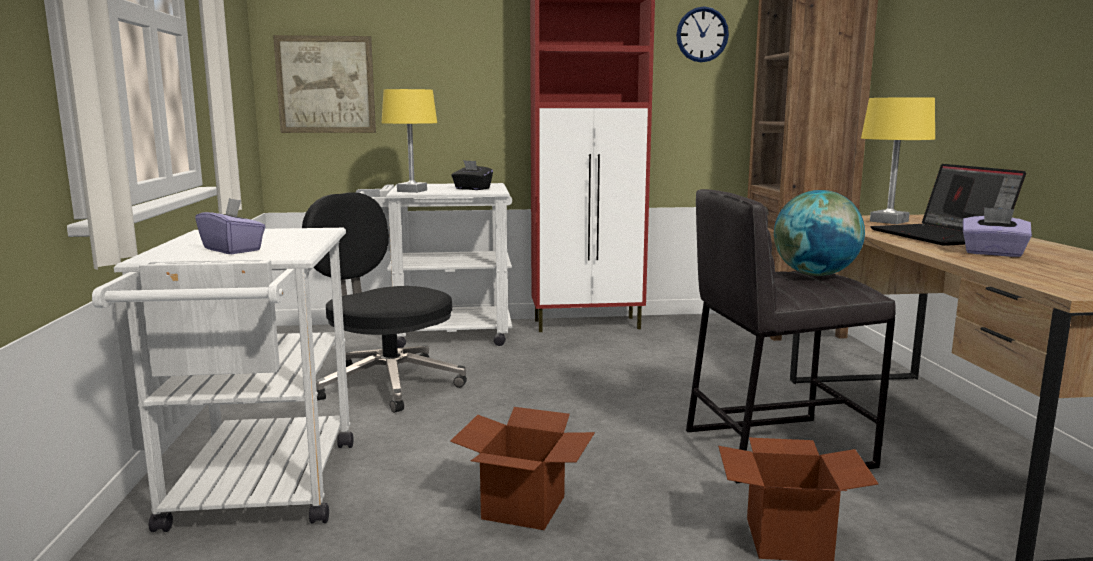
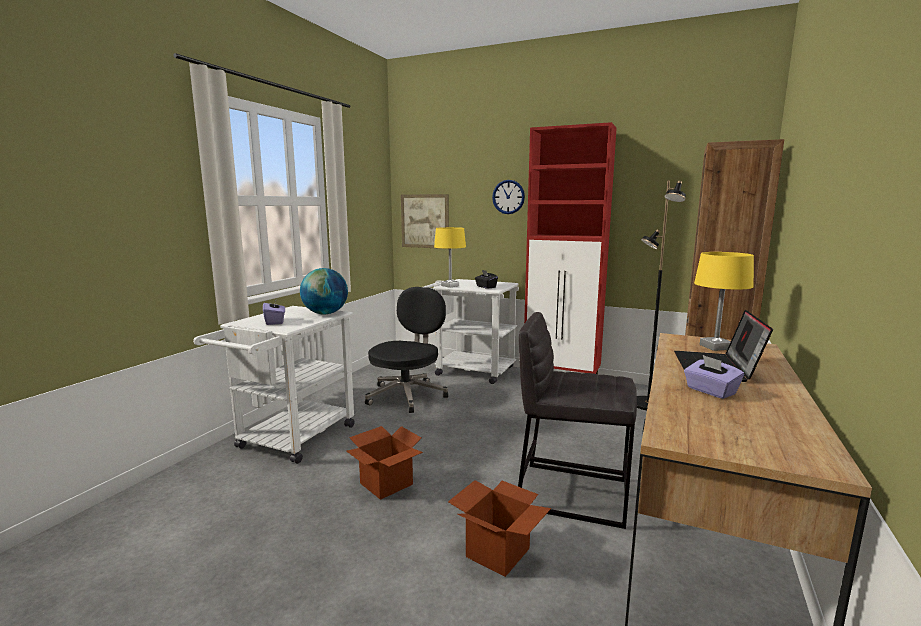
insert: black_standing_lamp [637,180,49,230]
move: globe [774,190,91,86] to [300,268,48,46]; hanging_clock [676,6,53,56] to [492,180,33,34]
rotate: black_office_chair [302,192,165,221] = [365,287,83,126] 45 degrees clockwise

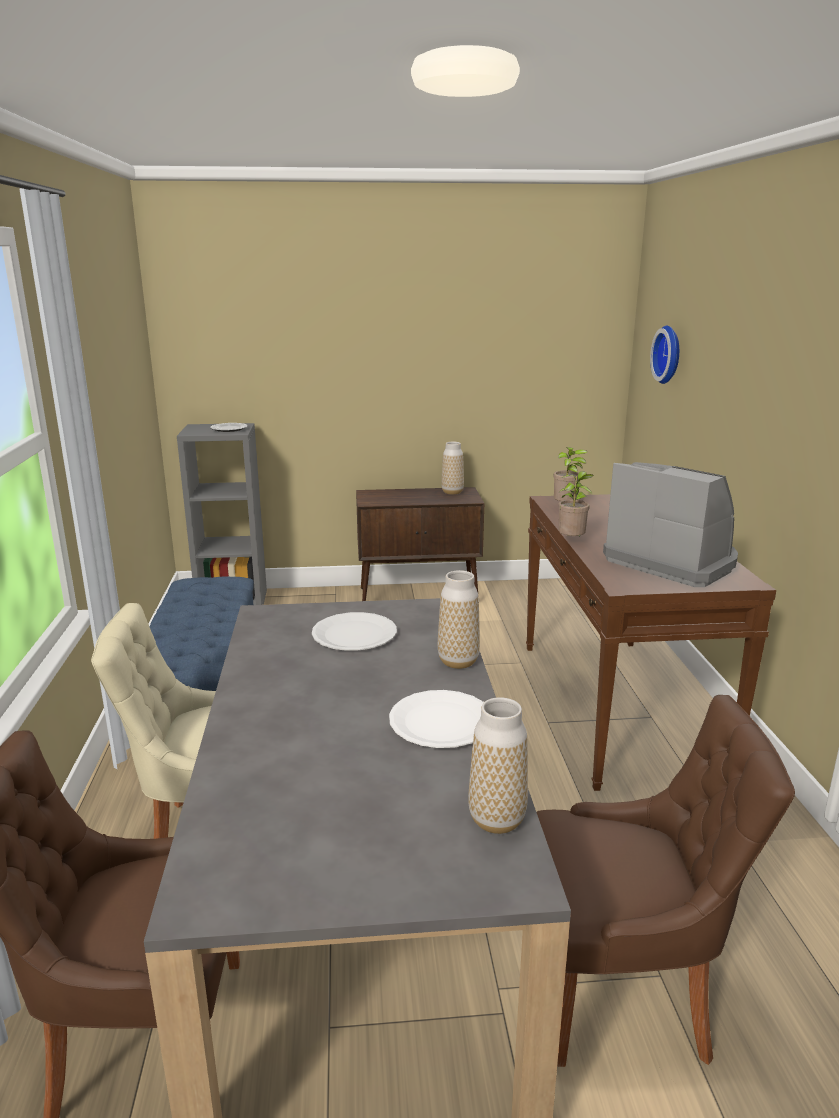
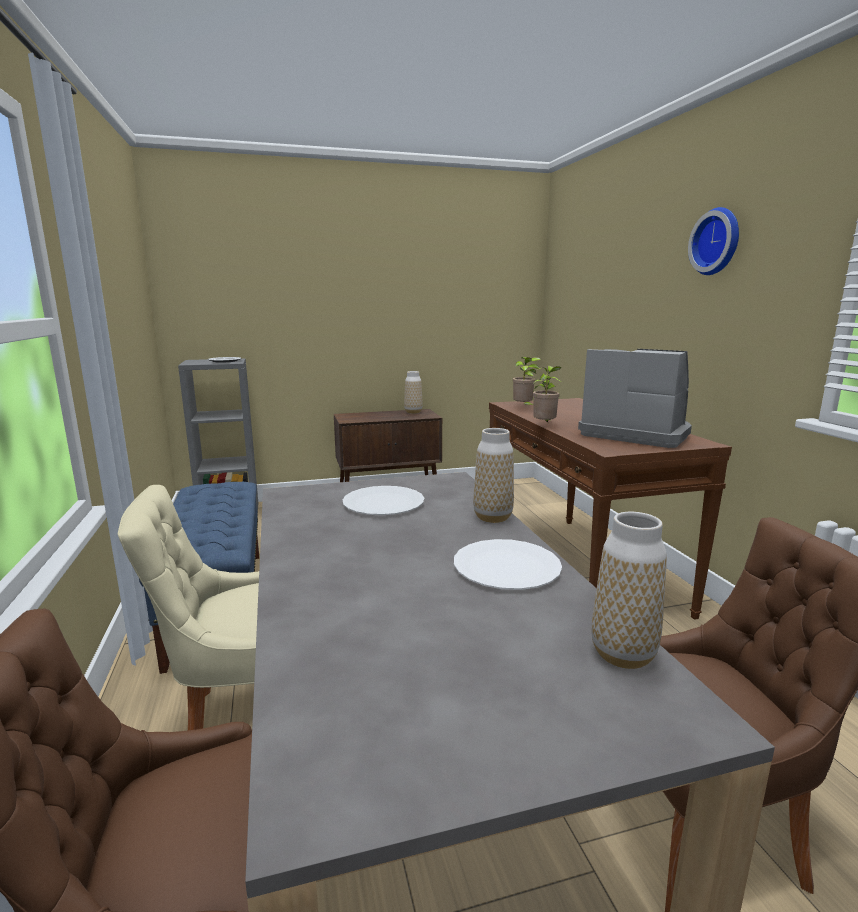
move: hanging_clock [650,325,29,59] to [688,207,51,68]

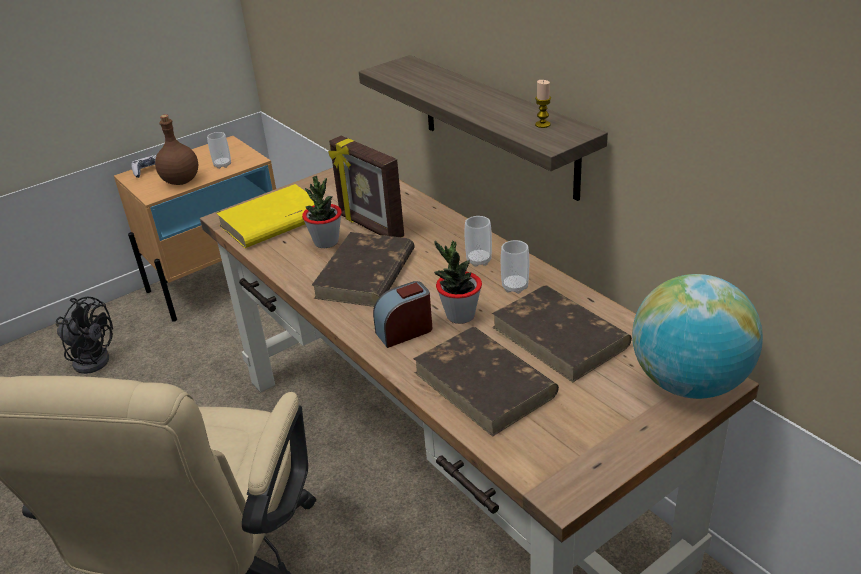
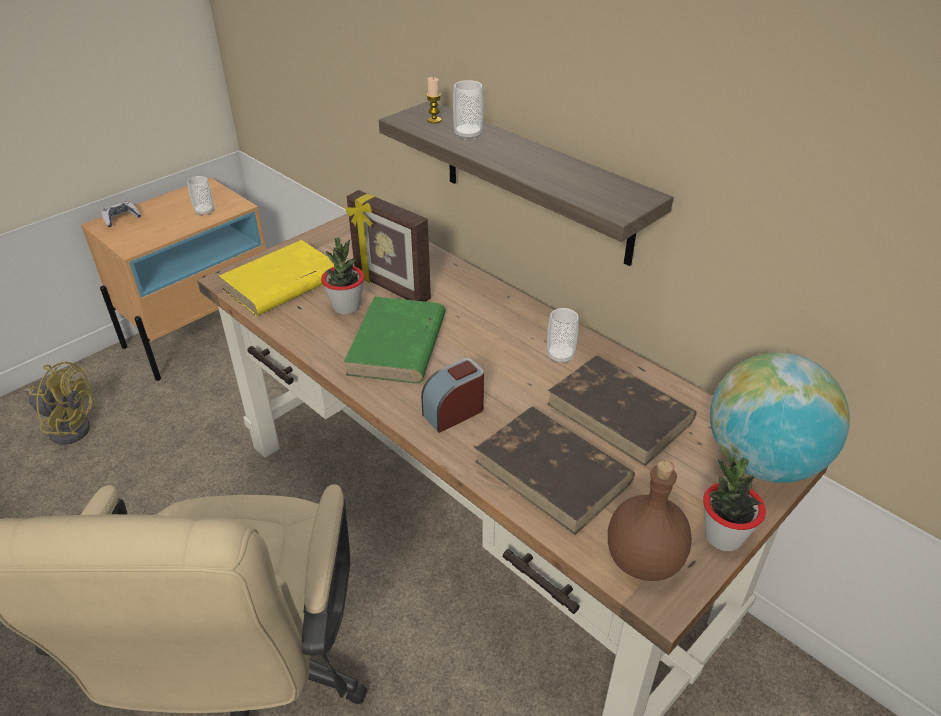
move: wax_candle [535,80,16,48] to [426,77,15,46]; drinking_cup [465,216,27,51] to [453,80,31,60]; brown_beverage_bottle [155,114,43,71] to [608,460,84,121]; potted_plant [434,241,48,83] to [703,457,63,95]
recolor: black_electric_fan [55,296,58,78] to yellow-coloured_electric_fan [24,362,69,83]; brown_book [311,232,104,75] to green_book [344,297,102,87]

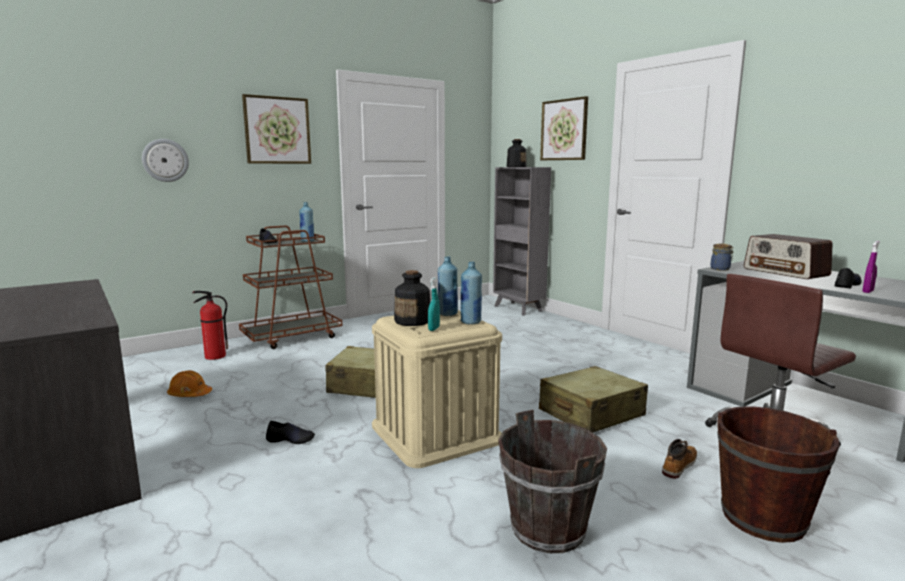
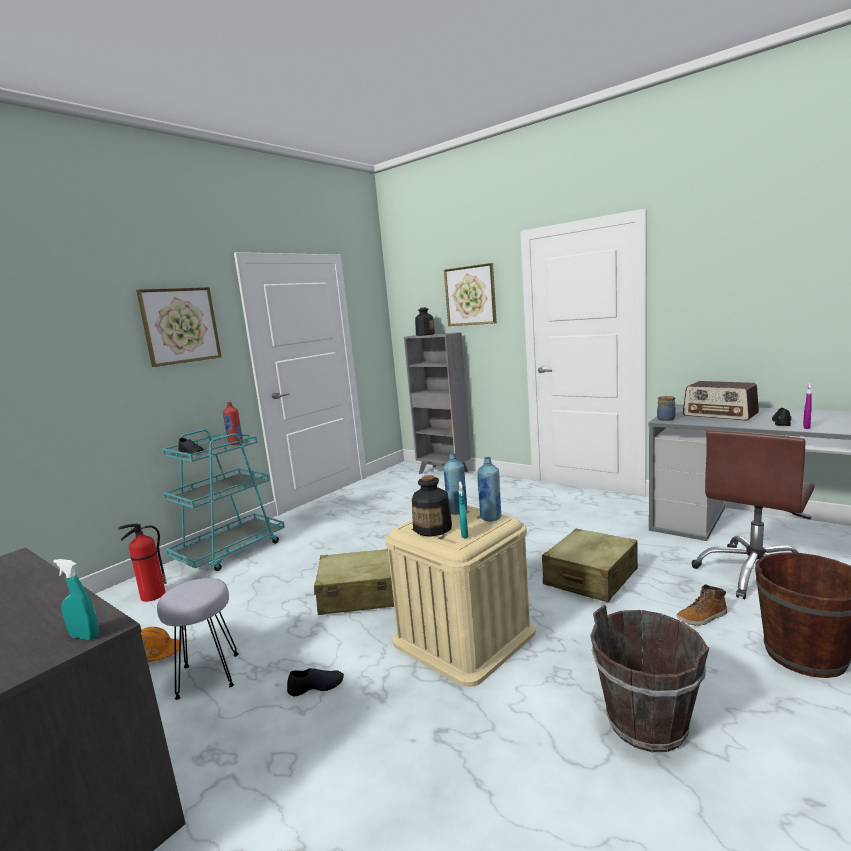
delete: hanging_clock [142,139,47,43]
insert: turquoise_hand_sprayer [53,559,46,81]; greyish_stool_seat [157,578,82,122]
recolor: brown_wheeled_cart [239,226,103,123] to turquoise_wheeled_cart [162,429,123,142]; bluish_beverage_bottle [299,202,15,40] to reddish_beverage_bottle [223,402,20,43]
rotate: high-top_boot [662,439,35,40] = [676,584,51,42] 135 degrees counterclockwise

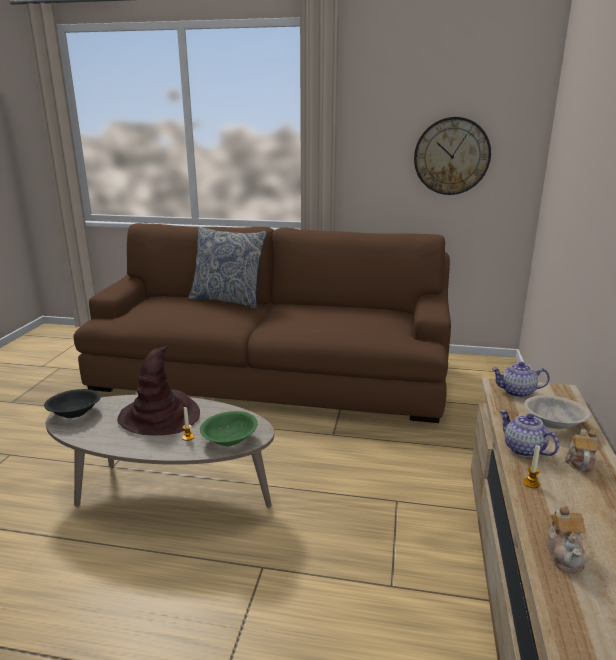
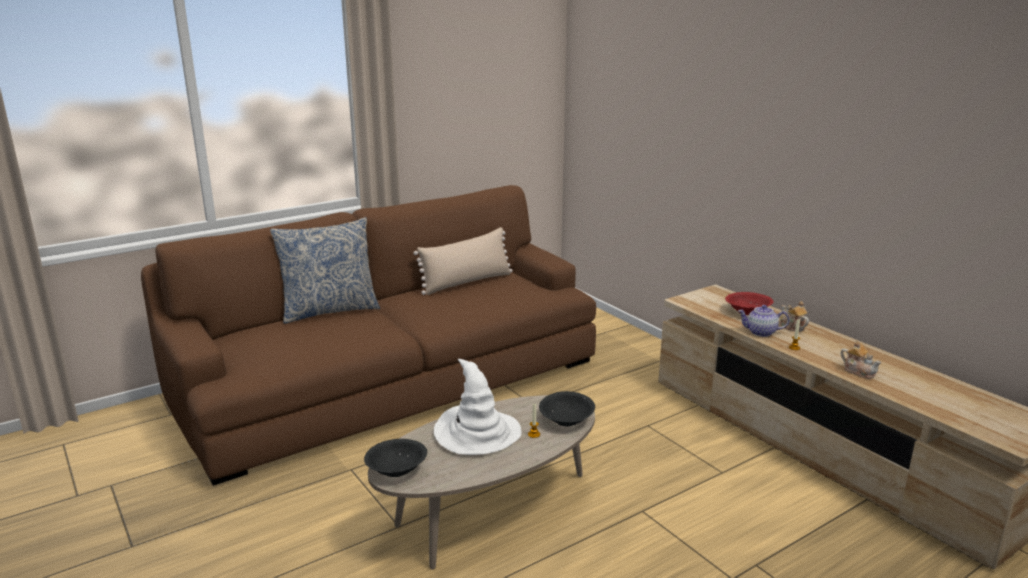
delete: hanging_clock [414,117,77,78]; teapot [492,362,58,36]
insert: sand-coloured_throw_pillow [414,227,98,68]
recolor: brown_clothing_hat [117,346,83,90] to white-coloured_clothing_hat [434,359,88,96]; green_bowl [200,411,58,36] to black_bowl [539,391,56,35]; sand-coloured_bowl [524,395,67,35] to reddish_bowl [725,292,49,23]

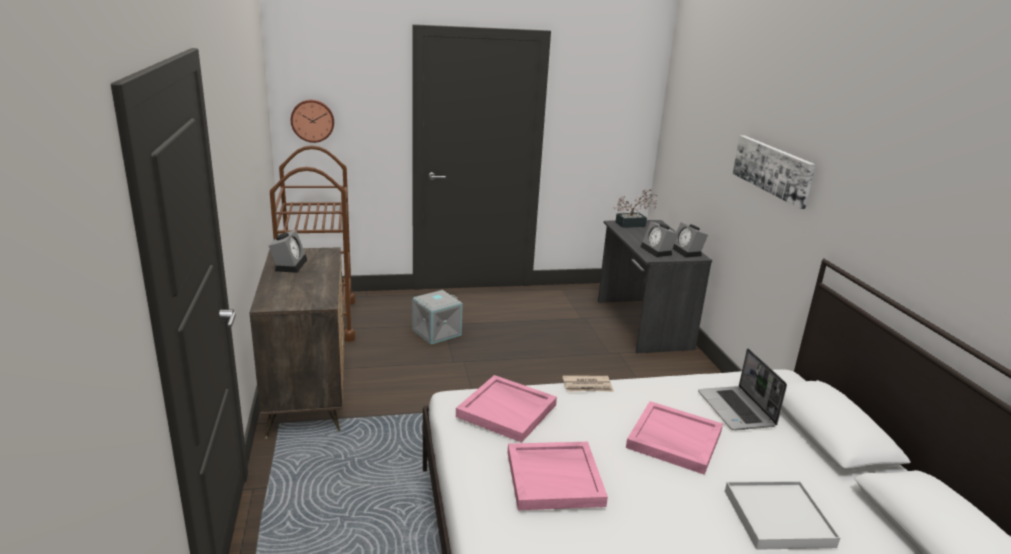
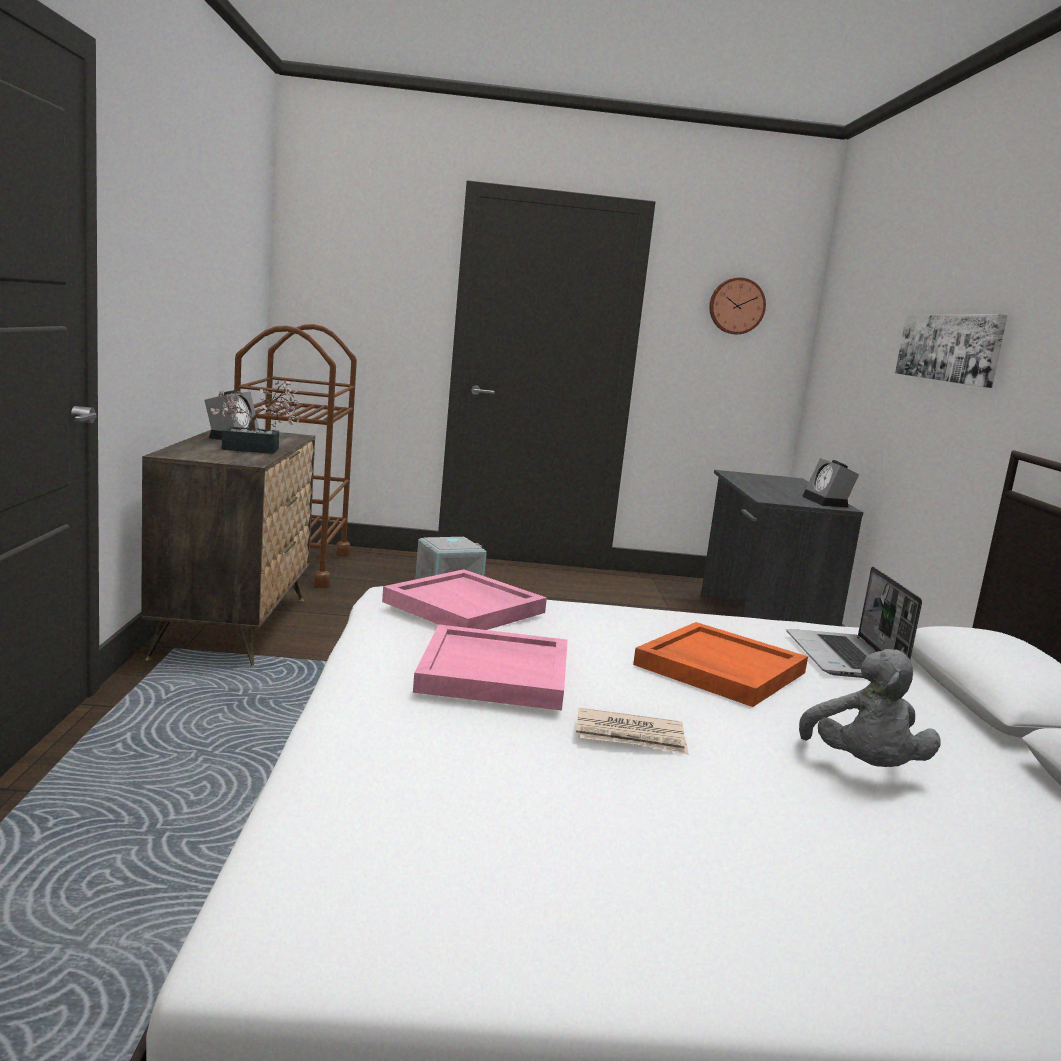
delete: alarm_clock [641,222,37,35]
move: potted_plant [613,189,45,39] to [211,380,90,74]; daily_paper [562,375,52,17] to [576,708,112,47]; hanging_clock [291,100,43,43] to [709,277,57,57]
replace: white-coloured_tray [725,481,115,69] to greyish_plush_toy [799,649,142,118]
recolor: pink-coloured_tray [626,401,97,74] to orangey_tray [633,622,175,85]

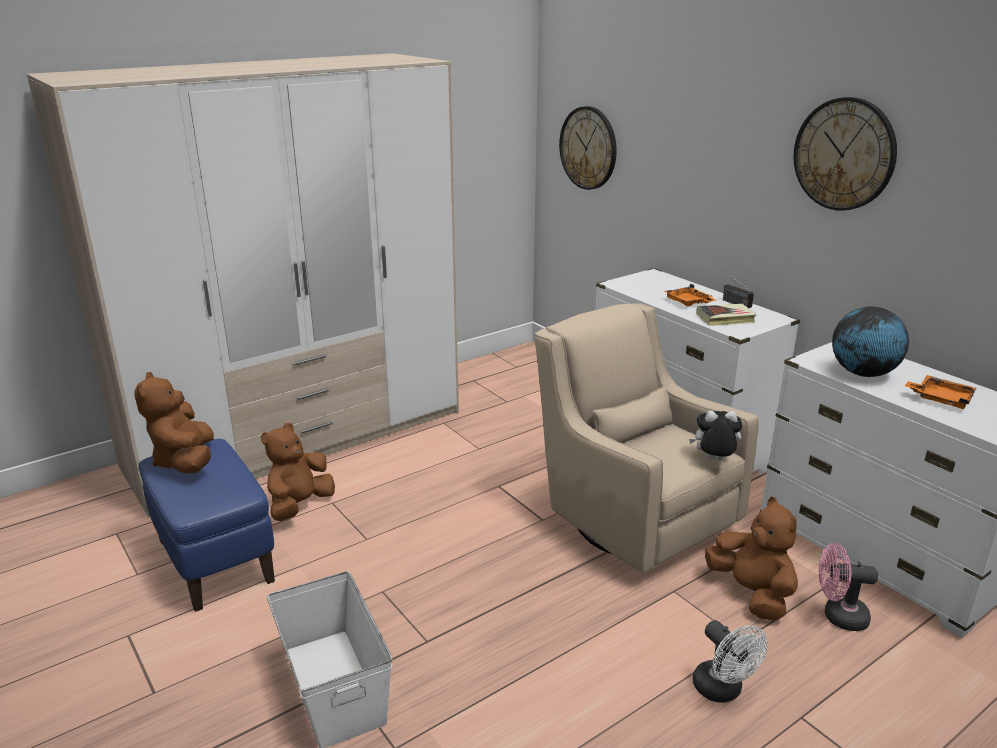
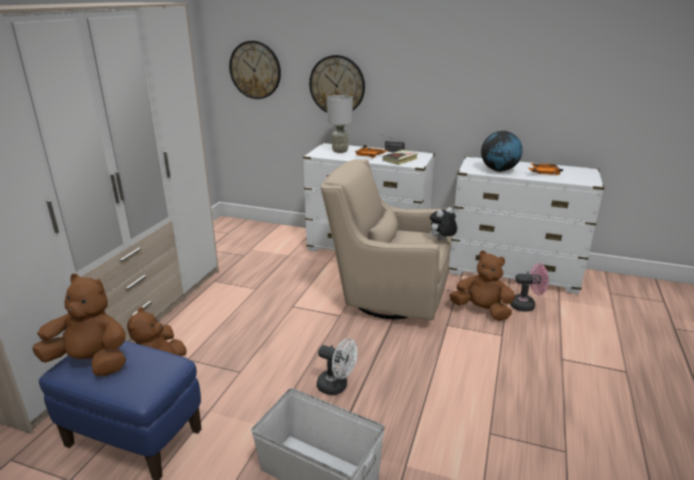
insert: greyish_tabletop_lamp [327,95,26,58]
move: hanging_clock [794,97,103,114] to [309,55,56,58]; white-coloured_electric_fan [693,620,75,83] to [317,338,40,57]
rotate: brown_plush_toy [134,372,80,101] = [33,273,93,103] 150 degrees clockwise; pink-coloured_electric_fan [819,543,59,88] = [510,263,39,49] 150 degrees counterclockwise

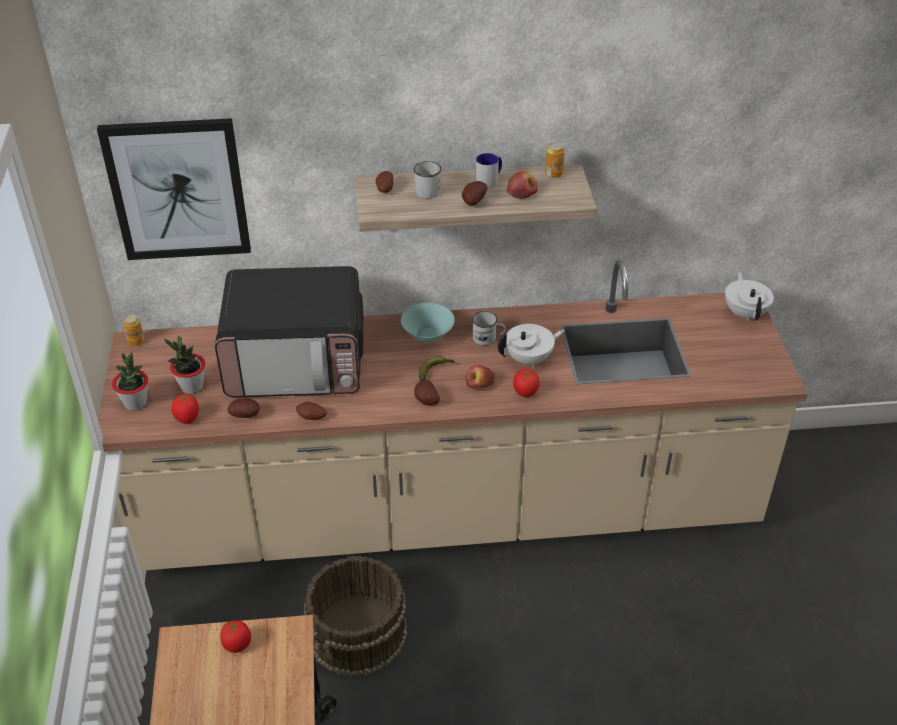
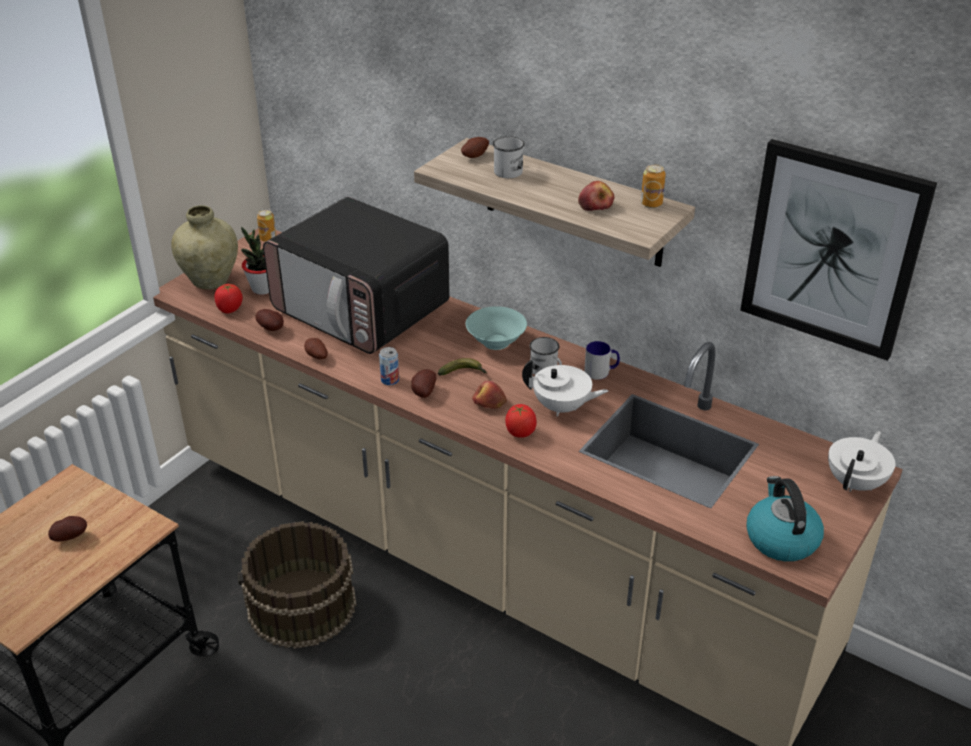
delete: whole_tomato [220,620,31,33]
insert: metal_can [379,347,20,38]; tea_kettle [746,476,78,86]
move: spud [462,181,25,25] to [48,516,39,25]; mug [476,153,26,36] to [584,341,36,39]; picture [97,118,154,142] to [740,139,197,222]
replace: potted_plant [112,352,36,59] to sand-coloured_decorative_vase [171,205,67,84]

